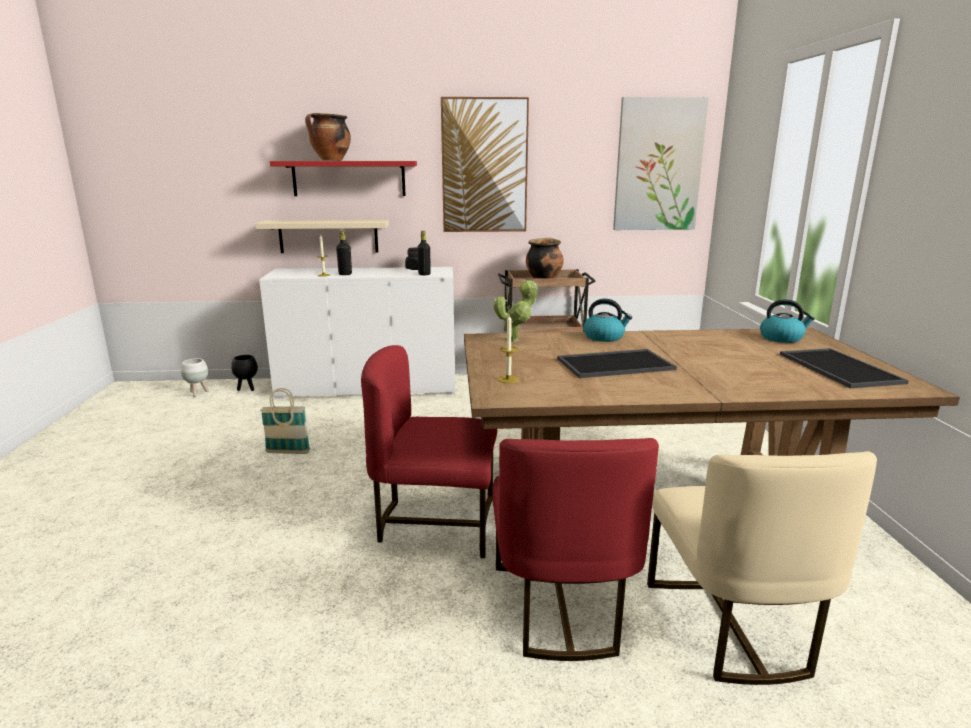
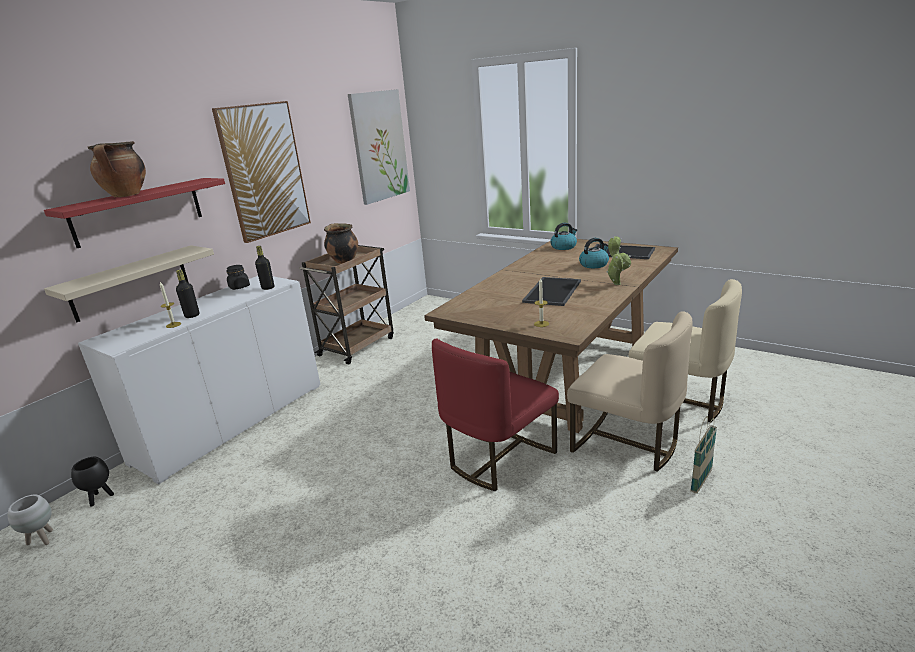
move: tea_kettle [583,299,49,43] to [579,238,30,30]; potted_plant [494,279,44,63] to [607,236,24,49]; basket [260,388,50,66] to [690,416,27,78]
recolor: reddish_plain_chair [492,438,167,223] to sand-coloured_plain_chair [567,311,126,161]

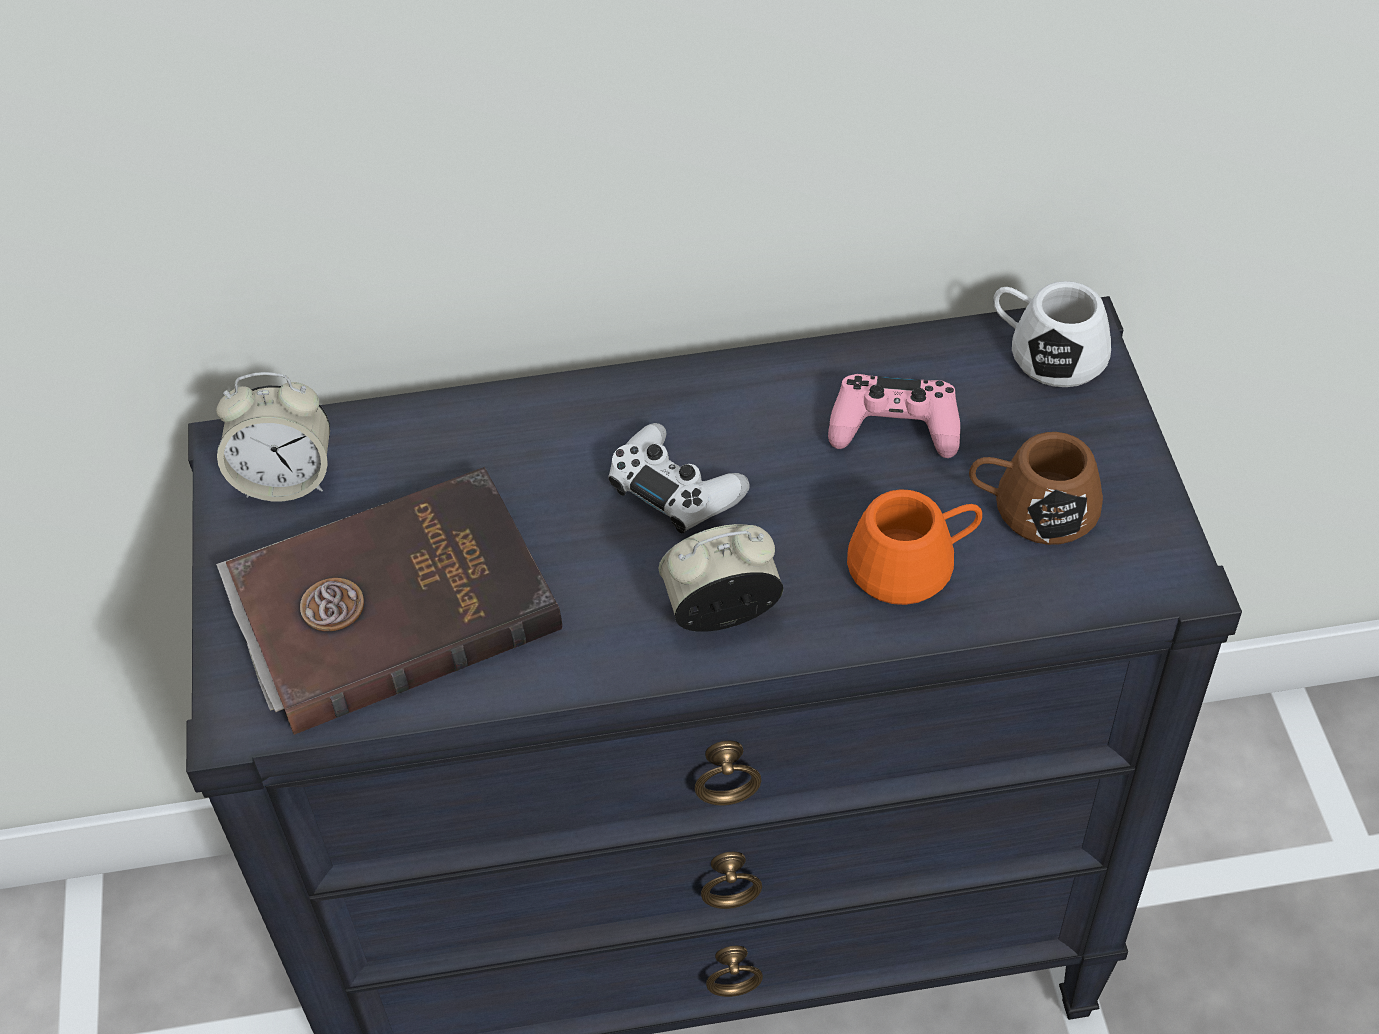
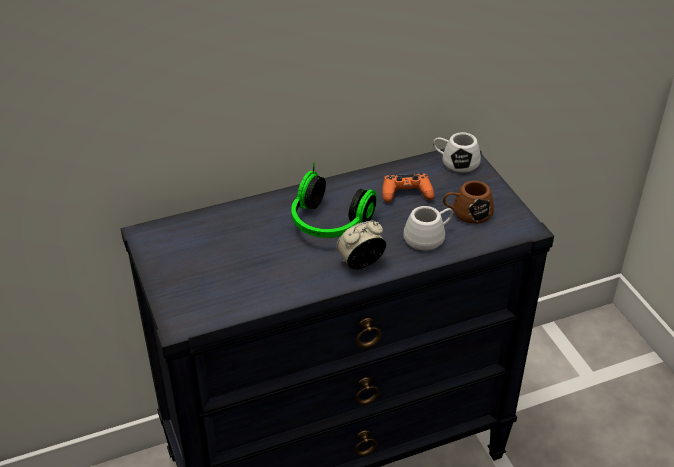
delete: alarm_clock [216,372,114,129]; brown_book [216,467,346,268]
replace: white-coloured_joypad [608,423,142,110] to headset [291,162,86,76]
recolor: pink-coloured_joypad [828,374,132,84] to orangey_joypad [382,173,52,30]; orangey_mug [847,489,135,116] to white-coloured_mug [403,206,50,45]

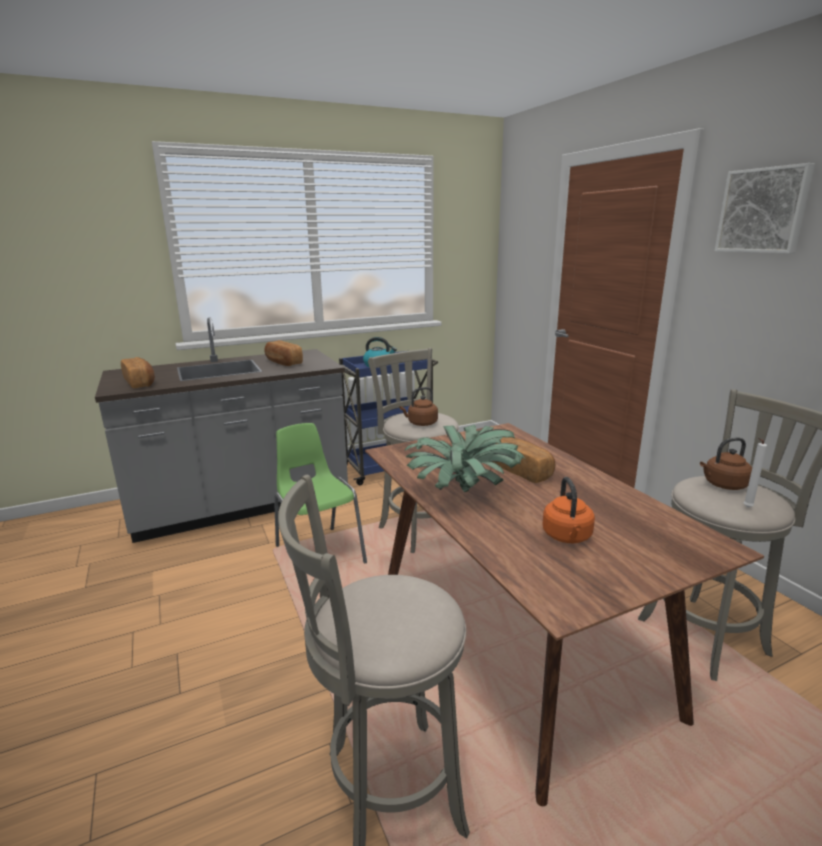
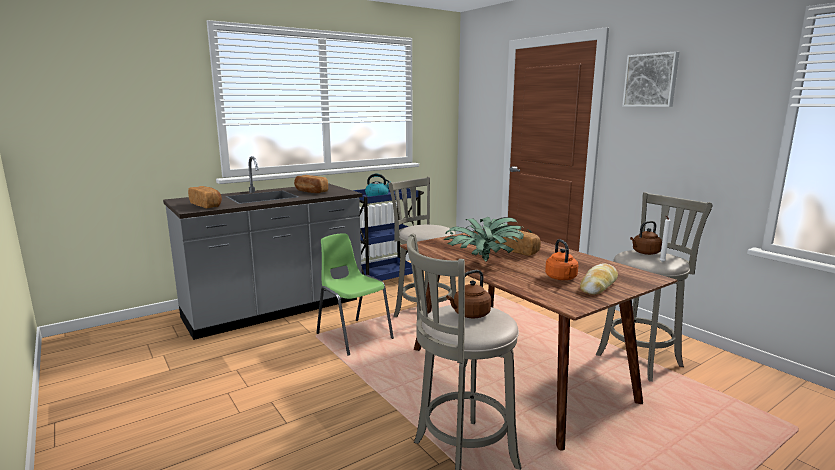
insert: bread [580,264,38,31]
move: brown_tea_kettle [400,387,38,39] to [446,270,45,48]

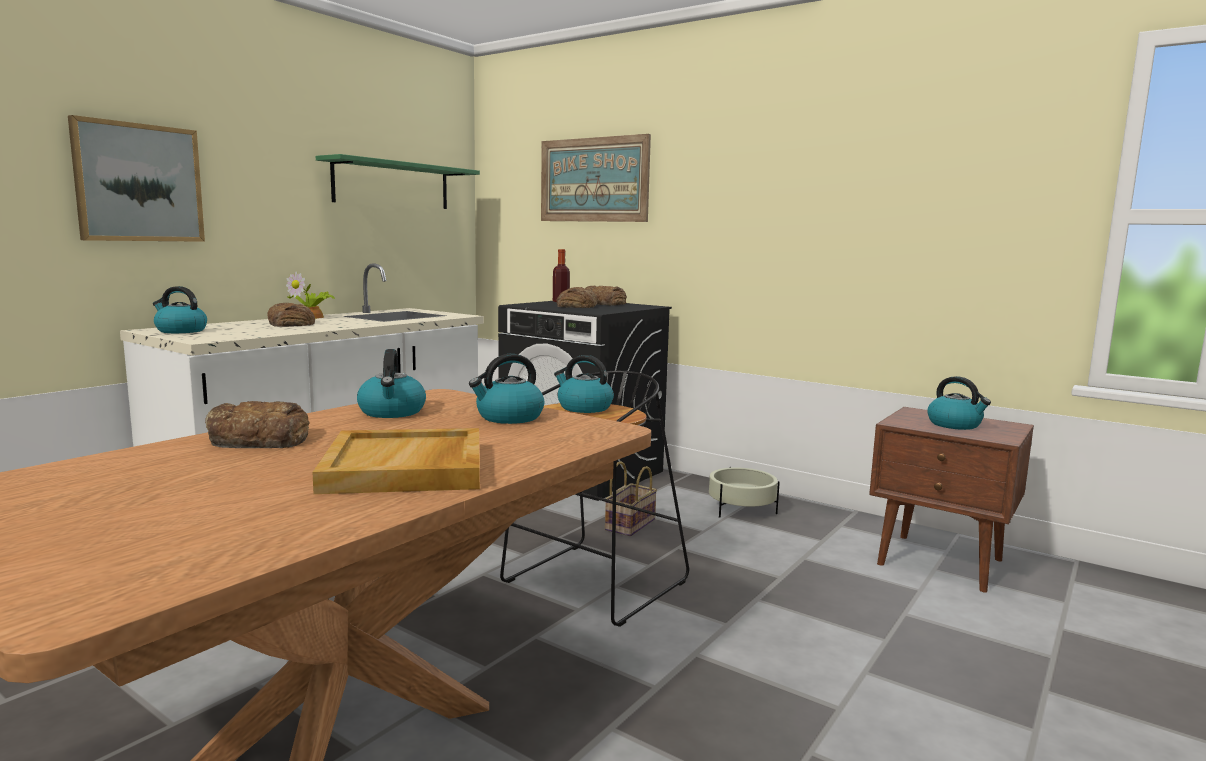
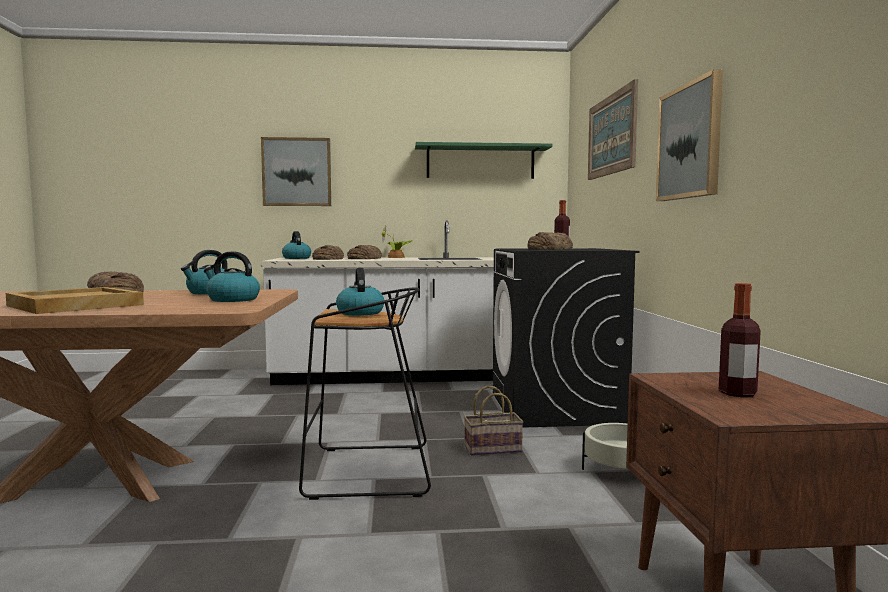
insert: picture [656,69,67,132]
move: bread [585,285,42,20] to [312,245,32,15]
replace: tea_kettle [927,376,64,54] to beverage_bottle [719,283,42,114]

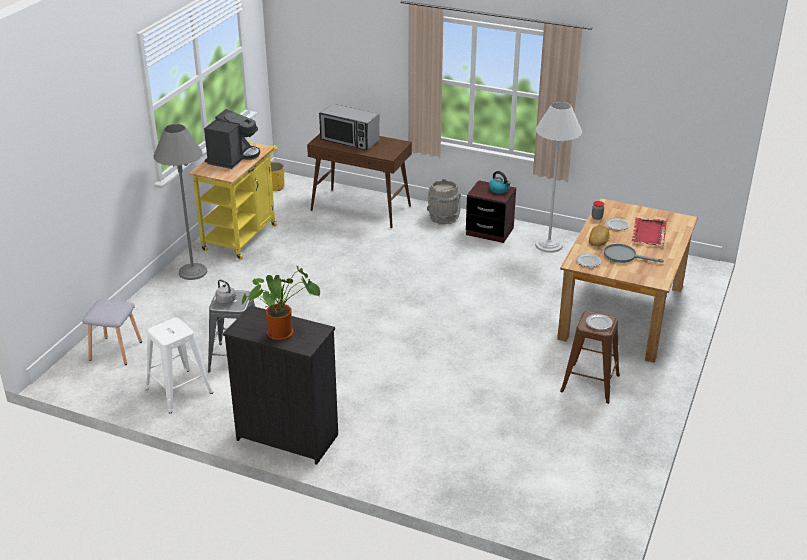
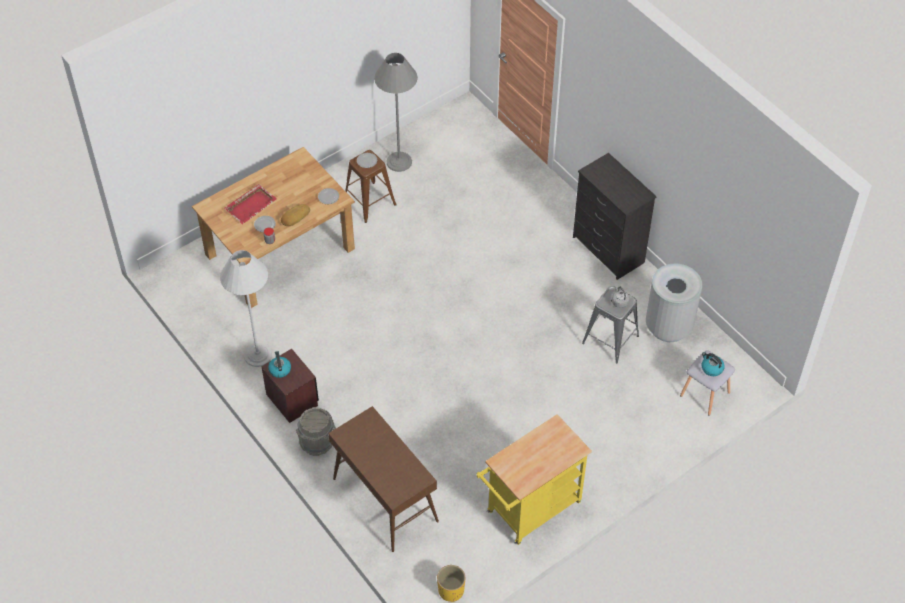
delete: coffee_machine [204,109,56,60]; potted_plant [241,265,79,76]; microwave [319,104,61,46]; greyish_skillet [604,244,60,19]
insert: tea_kettle [702,352,22,24]
move: greyish_standing_lamp [153,124,54,156] to [374,53,44,119]
replace: white-coloured_stool_seat [145,318,68,95] to greyish_waste_bin [646,263,56,79]

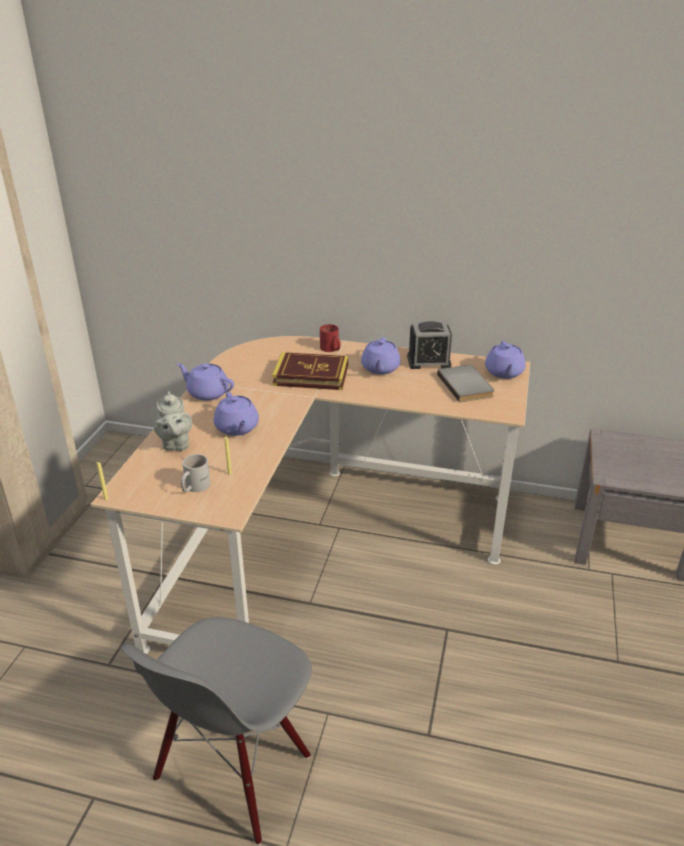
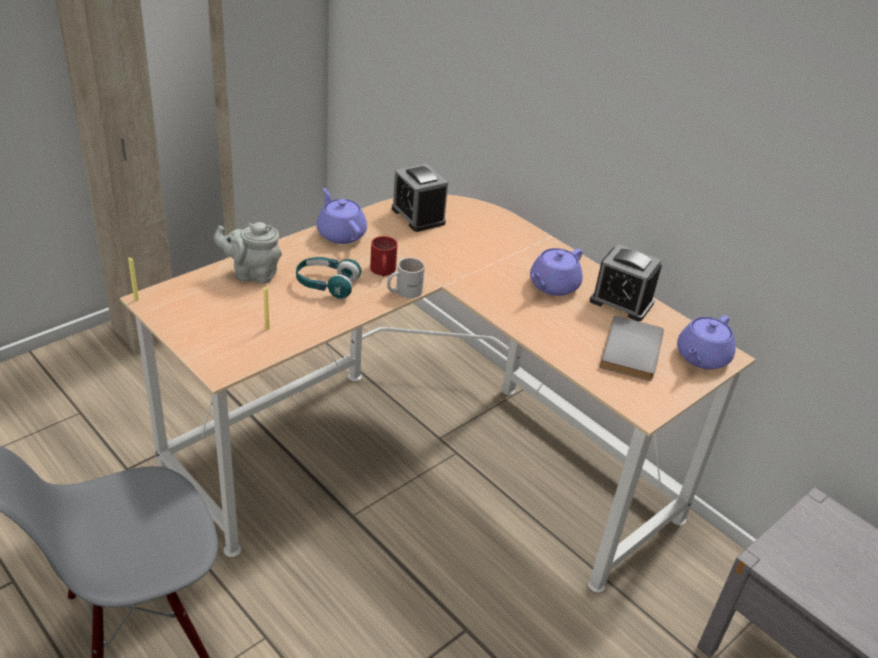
delete: book [272,352,76,38]
insert: alarm_clock [392,164,56,68]
move: reddish_mug [320,324,21,28] to [370,236,28,41]; white-coloured_mug [181,454,30,38] to [387,258,38,40]
replace: purple-coloured_teapot [214,392,45,44] to turquoise_headset [296,257,66,42]
rotate: greyish_teapot [154,391,38,60] = [214,222,68,62] 75 degrees clockwise

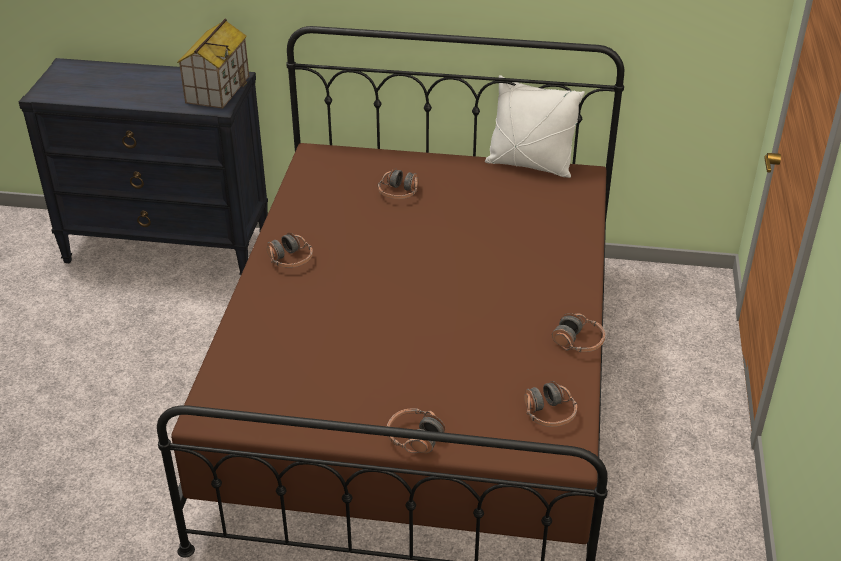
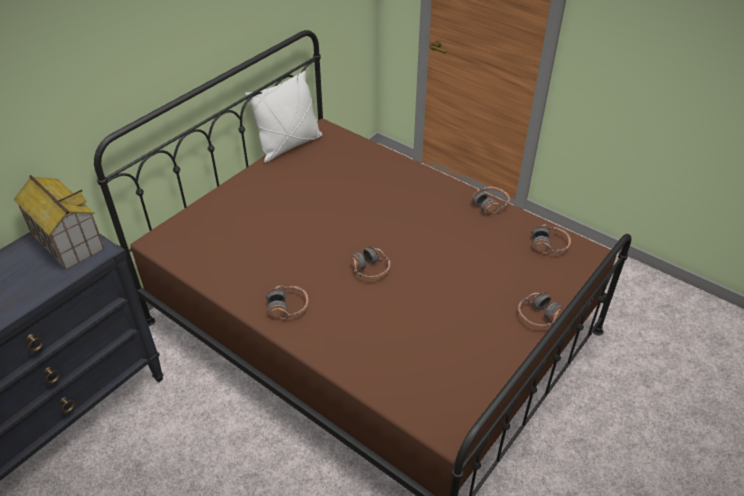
move: headset [378,168,40,31] to [351,246,39,33]

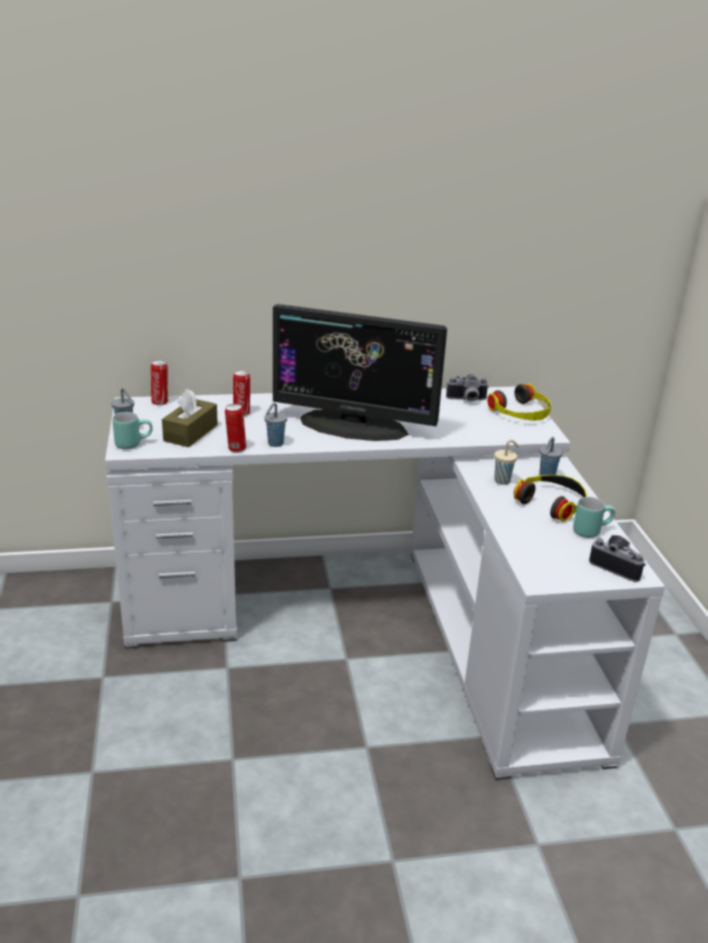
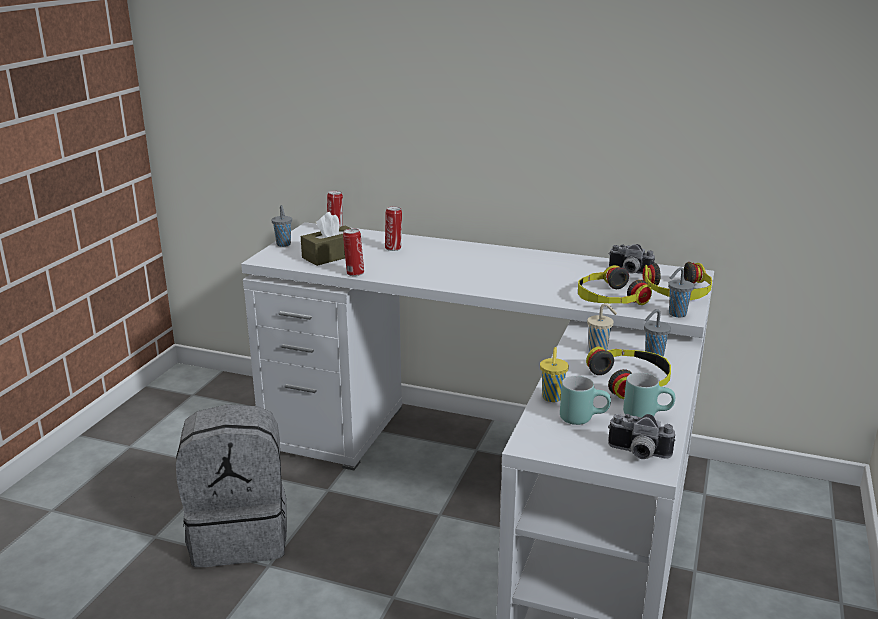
delete: computer_screen [273,304,174,137]
insert: greyish_backpack [176,404,111,163]; yellow-coloured_drinking_cup [540,347,29,55]; headset [578,265,74,40]
move: turquoise_mug [112,412,41,37] to [560,376,51,49]; greyish_drinking_cup [265,403,22,44] to [668,268,26,49]
rotate: still_camera [589,535,57,47] = [608,414,68,45] 135 degrees clockwise

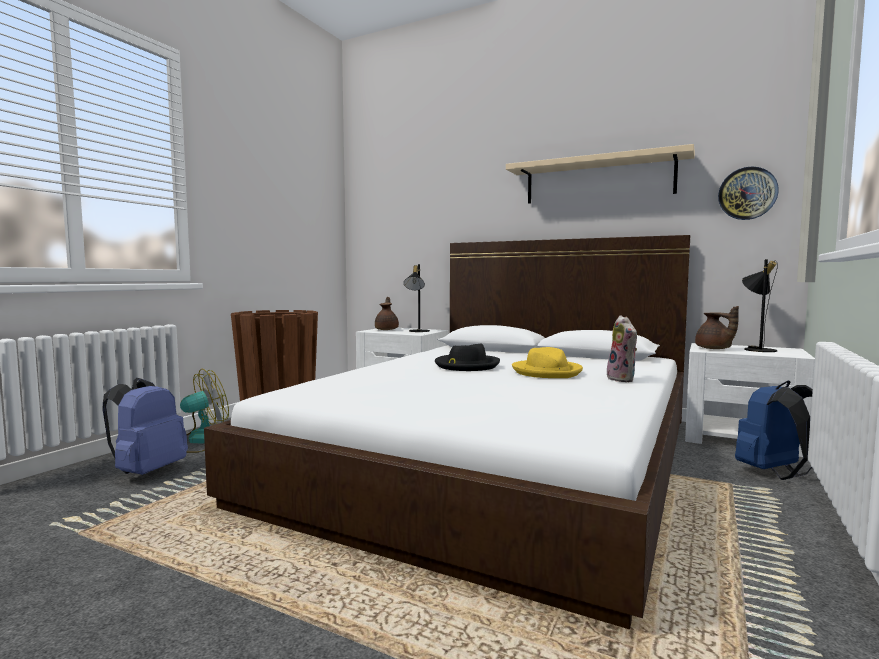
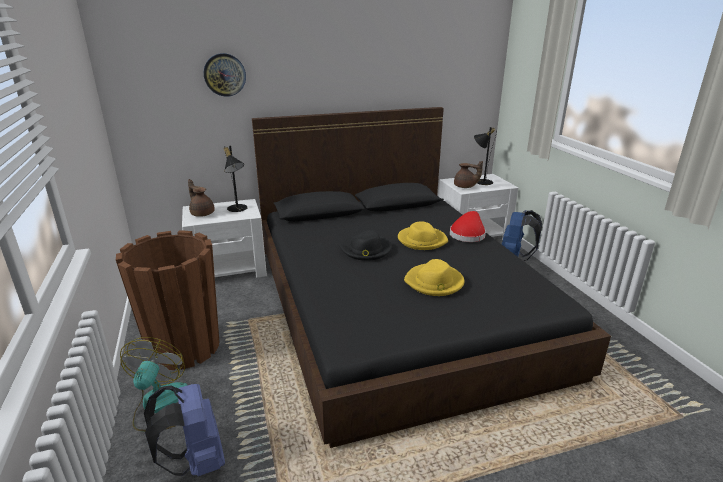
delete: sand-coloured_shelf [506,144,189,60]
insert: yellow-coloured_clothing_hat [404,259,60,37]
move: hanging_clock [718,166,61,54] to [204,53,42,44]
replace: plush_toy [605,315,32,67] to reddish_clothing_hat [450,211,36,31]
recolor: white-coloured_bed [204,235,486,394] to black_bed [252,107,359,341]

